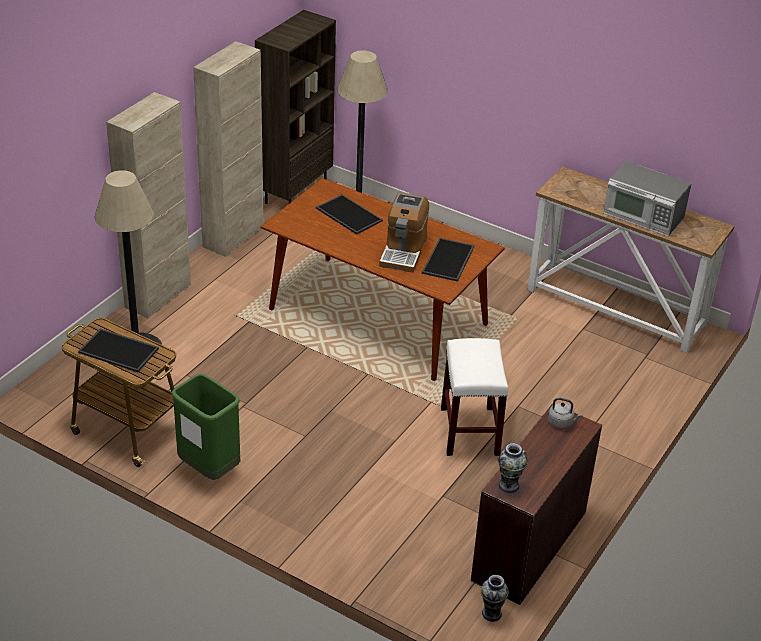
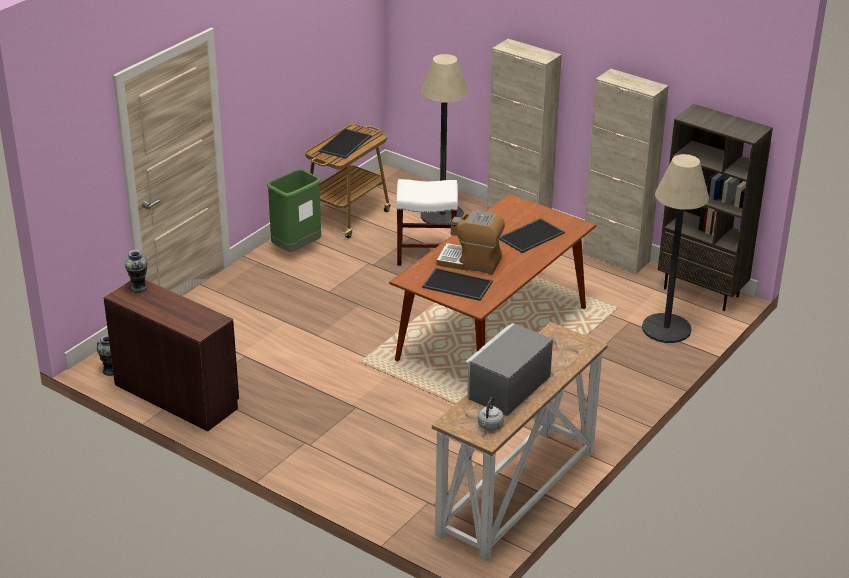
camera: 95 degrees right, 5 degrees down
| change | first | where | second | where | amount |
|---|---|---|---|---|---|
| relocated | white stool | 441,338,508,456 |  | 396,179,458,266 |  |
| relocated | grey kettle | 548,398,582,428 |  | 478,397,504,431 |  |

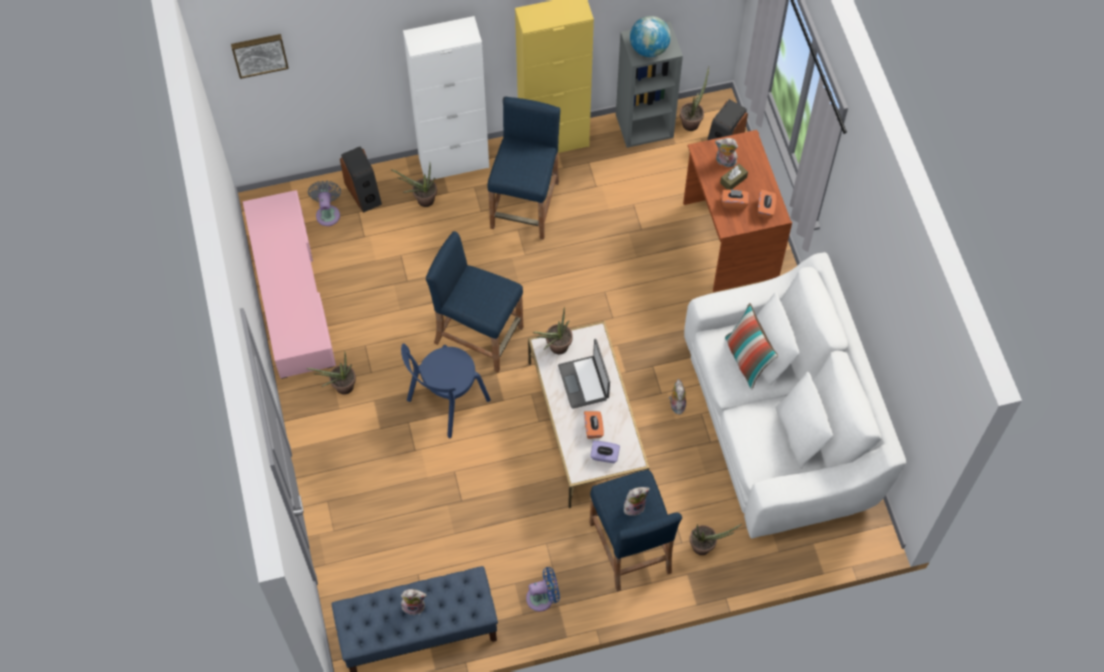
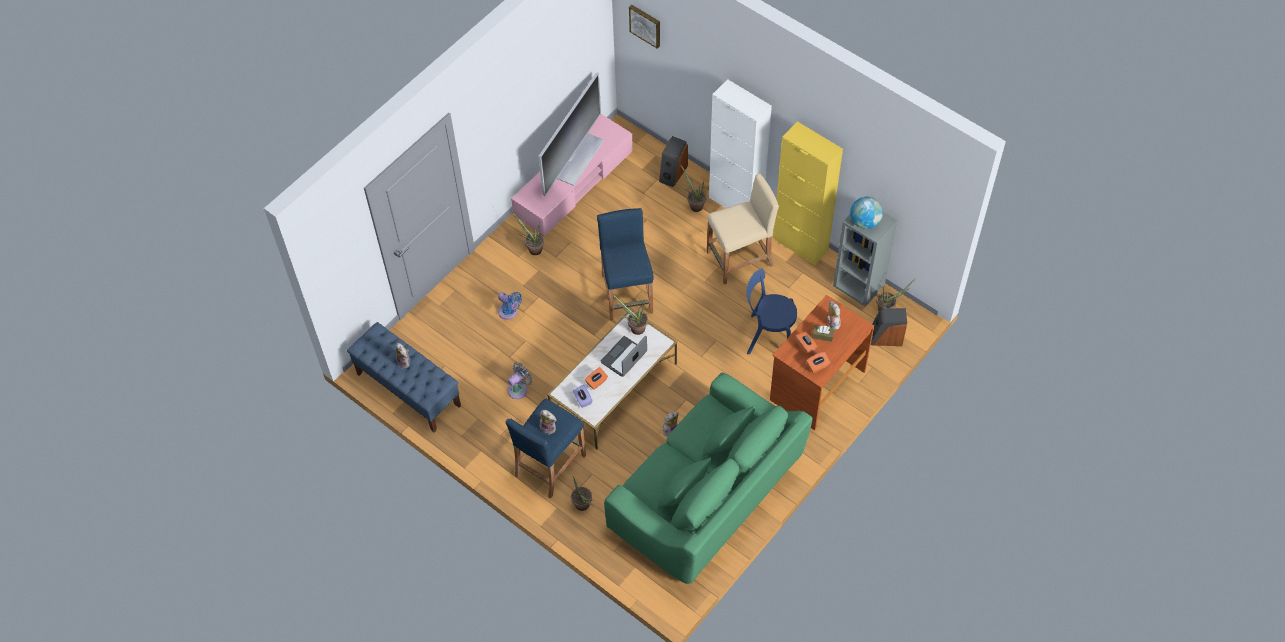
camera: 55 degrees right, 5 degrees down
| change | first | where | second | where | amount |
|---|---|---|---|---|---|
| colour | blue stool | 487,97,560,240 | beige stool | 707,173,779,284 |  |
| relocated | grey fan | 308,181,341,226 |  | 508,362,532,399 |  |
| colour | white sofa | 684,252,906,539 | green sofa | 604,373,813,584 |  |
| missing | pillow | 725,303,778,389 |  |  |  |
| relocated | blue chair | 401,344,491,439 |  | 747,269,797,354 |  |
| relocated | blue fan | 526,567,560,612 |  | 498,292,522,320 |  |
| appeared |  |  | television | 538,73,604,197 |  |

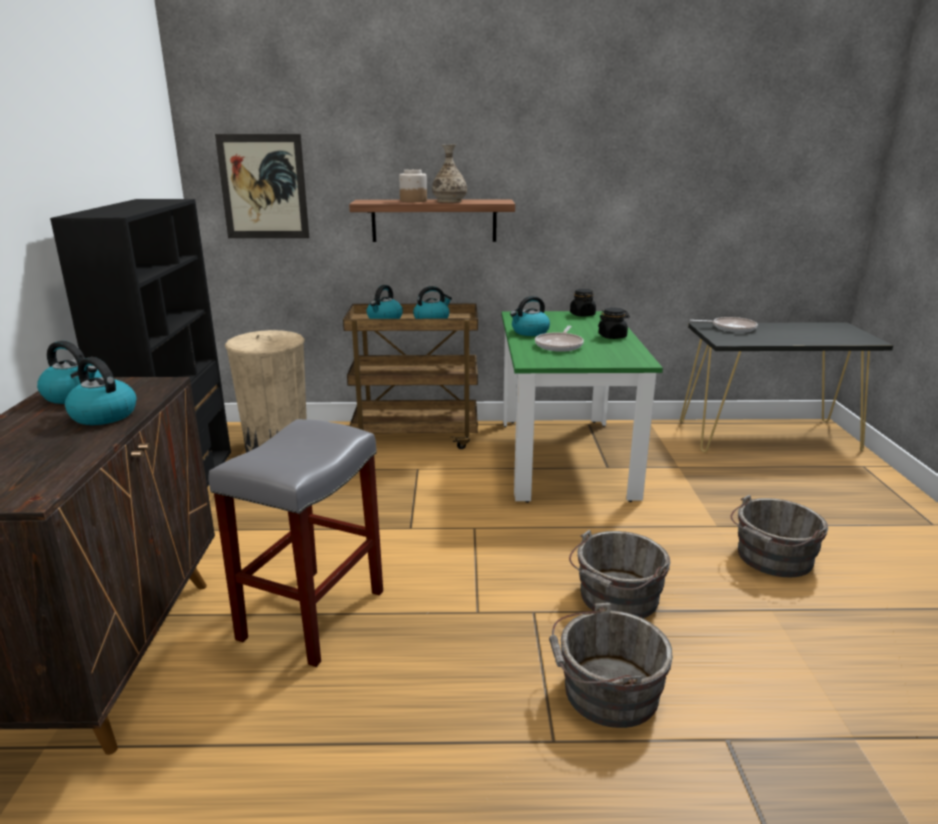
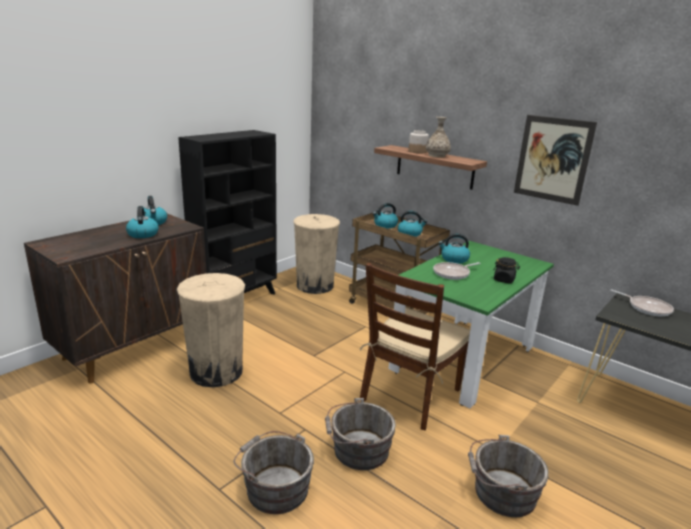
camera: 40 degrees right, 0 degrees up
| change | first | where | second | where | amount |
|---|---|---|---|---|---|
| relocated | picture | 215,134,309,238 |  | 514,115,597,206 |  |
| missing | black jar | 570,289,596,317 |  |  |  |
| exchanged | grey stool | 209,419,383,667 | beige trash can | 177,273,245,387 |  |
| appeared |  |  | brown chair | 360,263,470,431 |  |

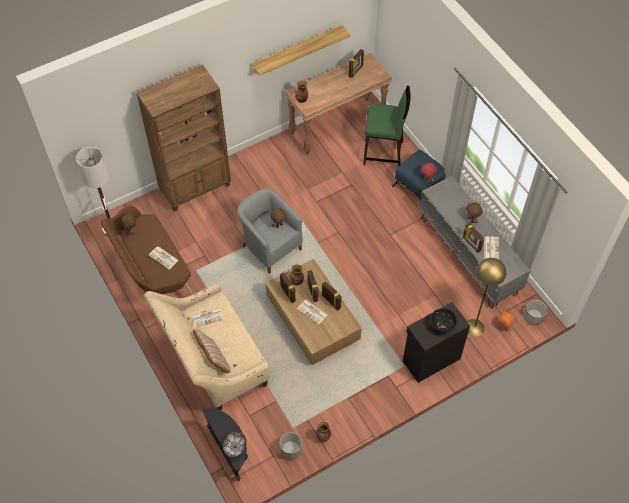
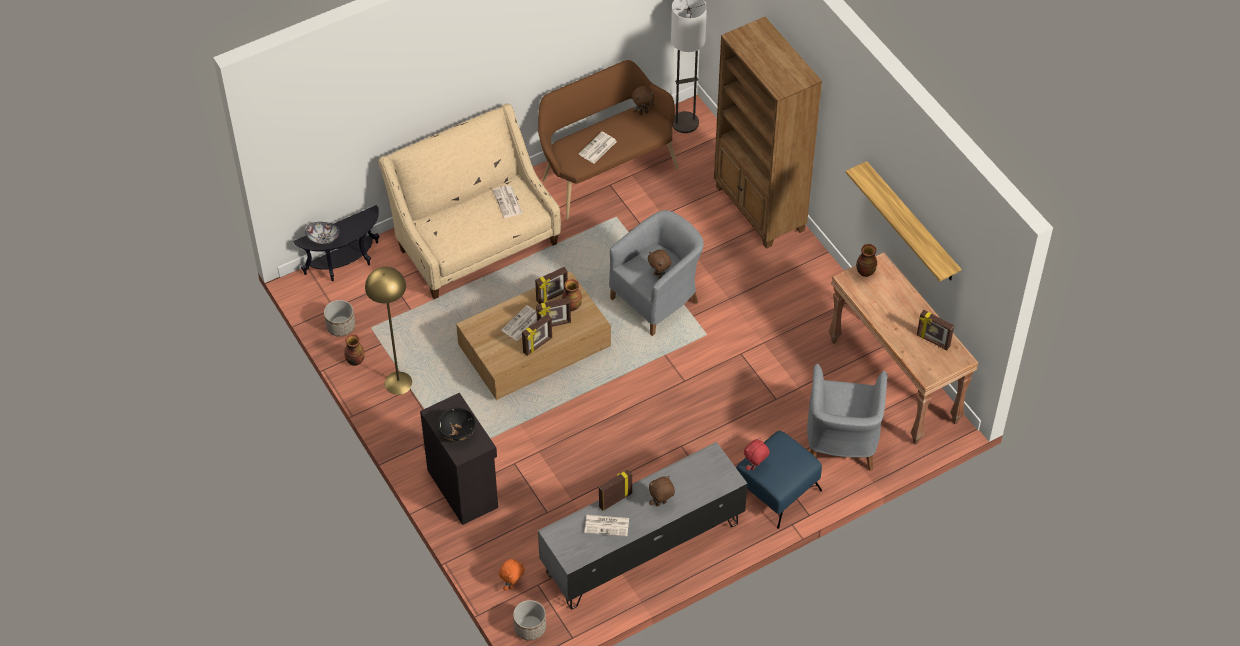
camera: 90 degrees right, 5 degrees down
| change | first | where | second | where | amount |
|---|---|---|---|---|---|
| exchanged | green stool | 363,86,410,166 | grey armchair | 807,364,888,471 |  |
| relocated | yellow floor lamp | 467,258,507,337 |  | 365,267,412,395 |  |
| missing | beige pillow | 193,329,231,373 |  |  |  |

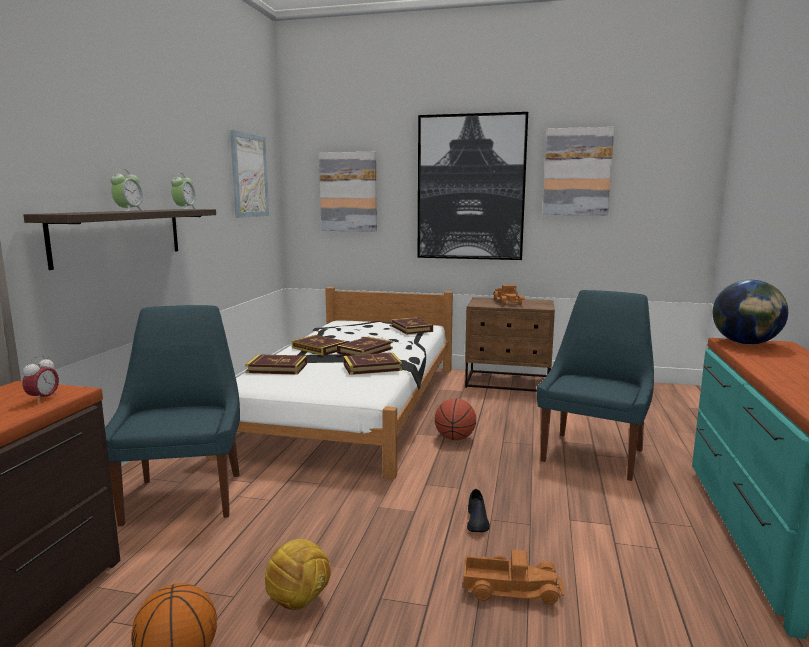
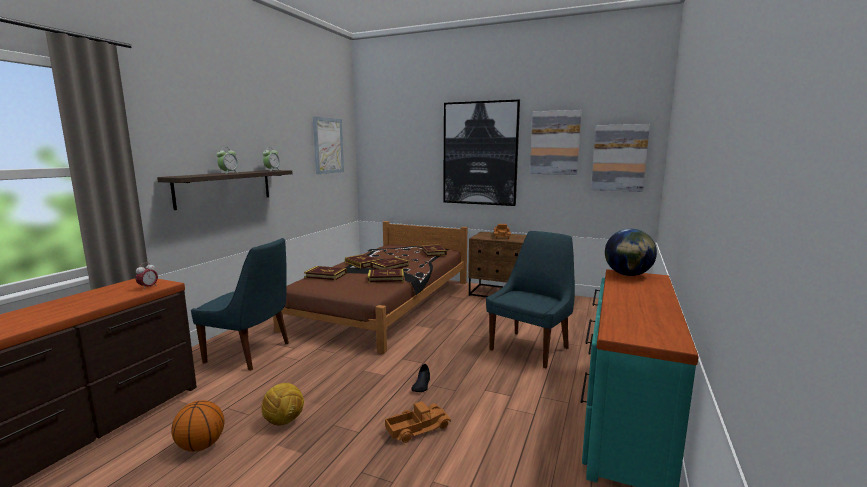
camera: 10 degrees right, 0 degrees up
| change | first | where | second | where | amount |
|---|---|---|---|---|---|
| relocated | picture | 319,152,377,232 |  | 591,124,650,192 |  |
| colour | white bed | 206,287,453,480 | brown bed | 273,221,467,354 |  |
| spun | blue chair | 105,305,240,526 |  | 191,238,289,371 | 105 degrees clockwise |
| missing | basketball | 435,398,476,441 |  |  |  |
| spun | toy truck | 463,550,564,605 |  | 385,401,451,443 | 45 degrees counterclockwise |

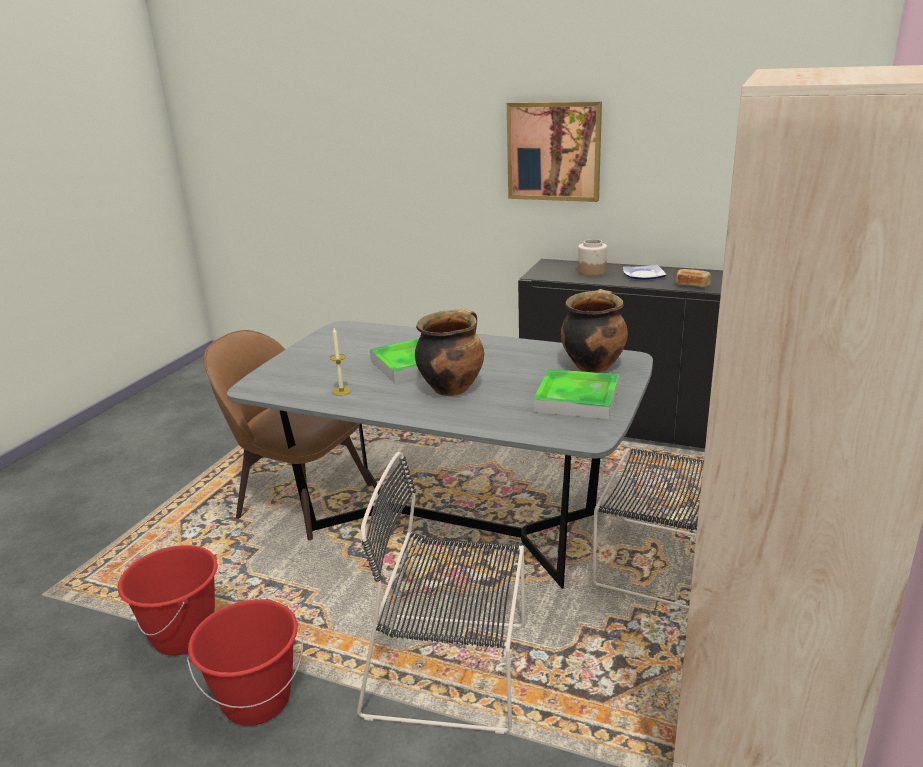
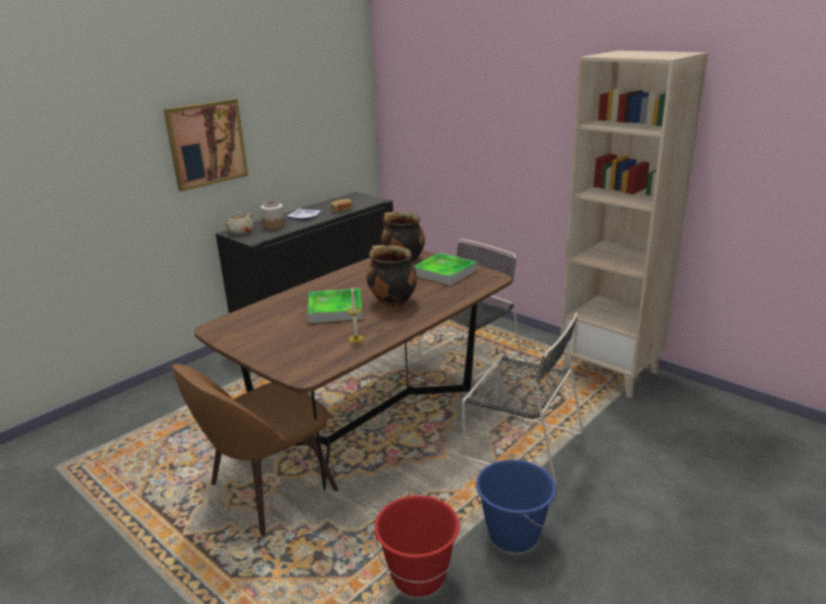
camera: 70 degrees left, 0 degrees up
| change | first | where | second | where | amount |
|---|---|---|---|---|---|
| colour | grey dining table | 227,321,653,589 | brown dining table | 194,250,512,490 |  |
| spun | black chair | 357,452,525,734 |  | 462,313,584,485 | 90 degrees counterclockwise |
| colour | red bucket | 187,599,303,726 | blue bucket | 476,460,556,552 |  |
| appeared |  |  | beige teapot | 224,212,253,235 |  |

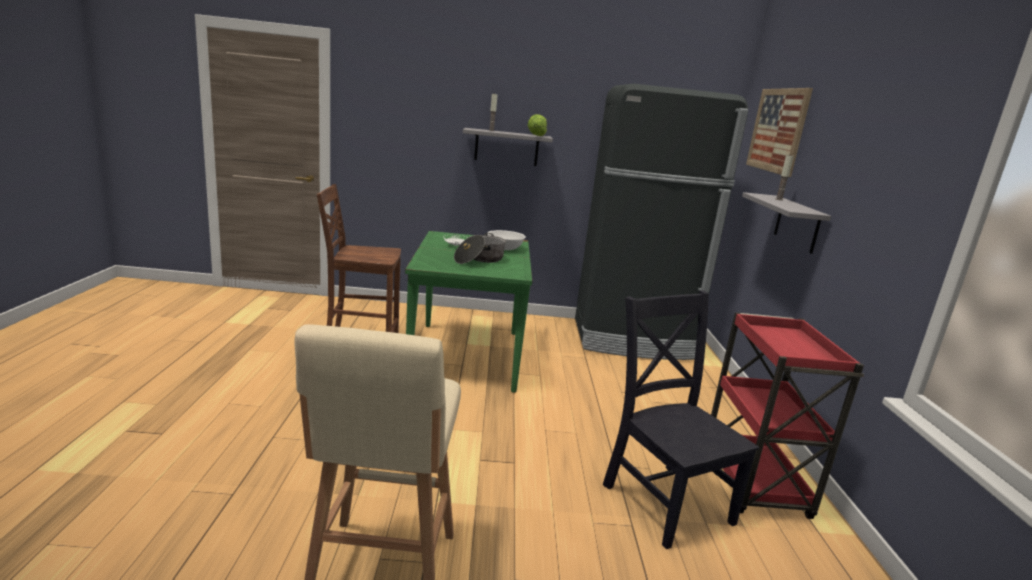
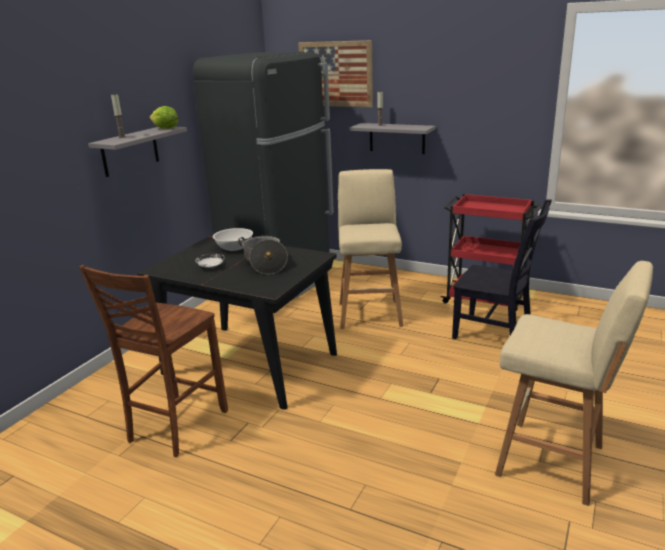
camera: 60 degrees left, 5 degrees up
| change | first | where | second | where | amount |
|---|---|---|---|---|---|
| colour | green dining table | 405,231,532,393 | black dining table | 137,235,337,410 |  |
| spun | black chair | 603,290,759,549 |  | 452,199,552,339 | 150 degrees counterclockwise |
| appeared |  |  | beige stool | 338,169,403,329 |  |

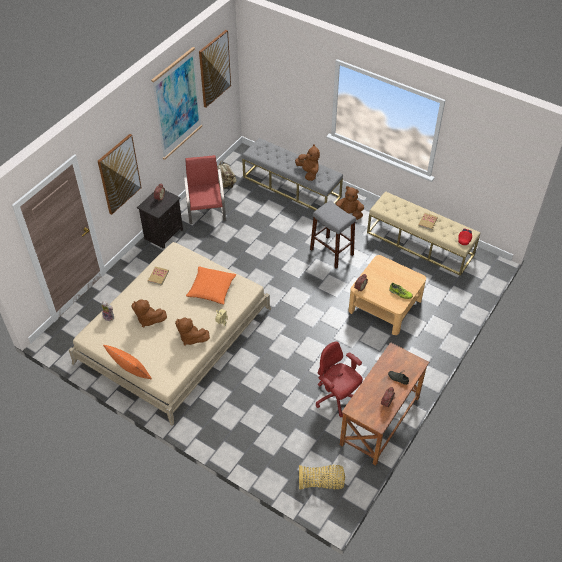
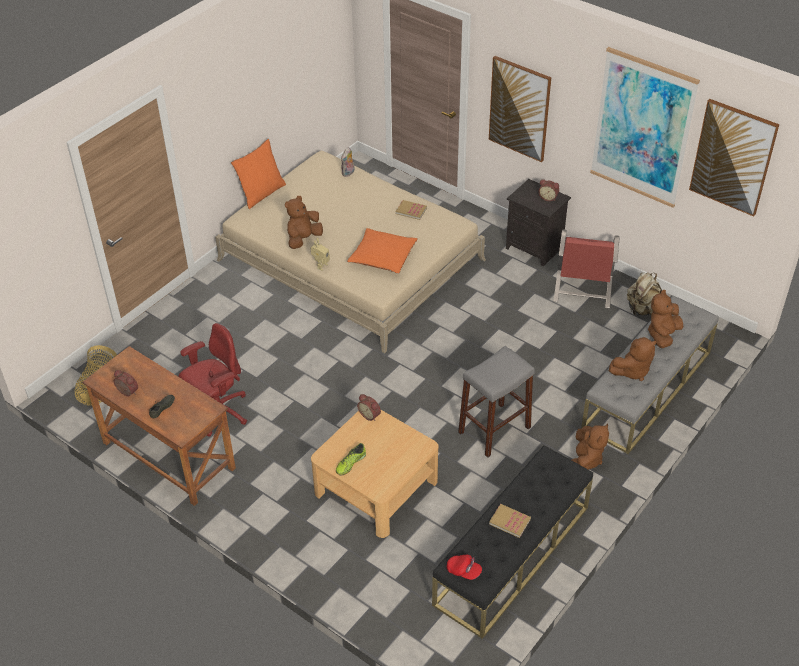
camera: 95 degrees right, 5 degrees down
| change | first | where | second | where | amount |
|---|---|---|---|---|---|
| spun | red chair | 184,155,226,224 |  | 553,230,619,308 | 105 degrees clockwise |
| colour | beige bench | 367,191,480,276 | black bench | 432,445,593,639 |  |
| relocated | brown plush toy | 132,299,167,327 |  | 648,290,683,348 |  |

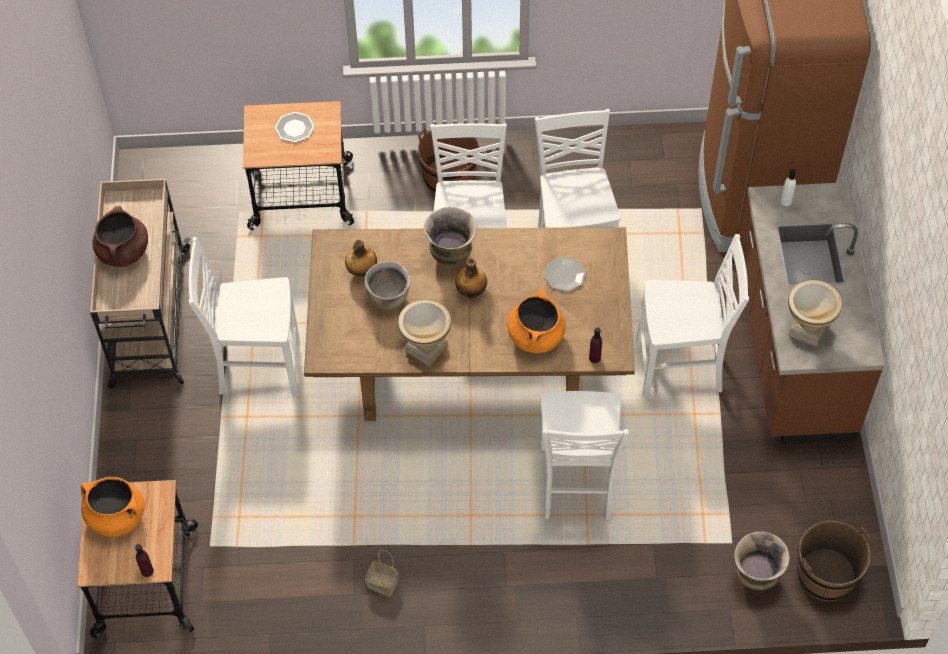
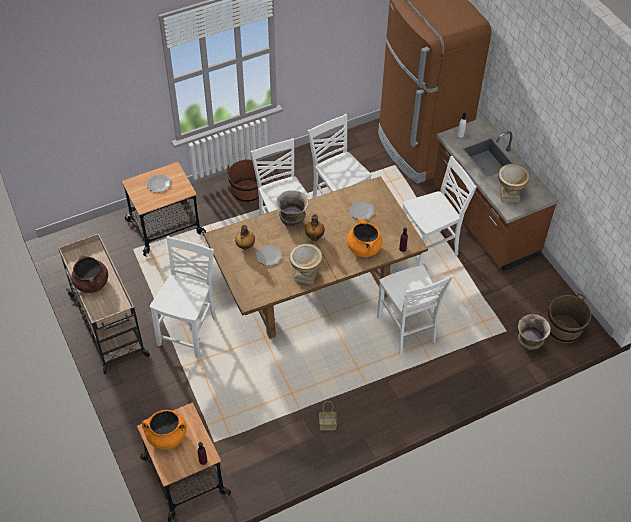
camera: 25 degrees left, 5 degrees down
| change | first | where | second | where | amount |
|---|---|---|---|---|---|
| spun | white chair | 189,237,299,397 |  | 150,236,217,358 | 135 degrees clockwise |
| exchanged | brown cooking pot | 365,261,410,310 | plate | 256,245,283,266 |  |

